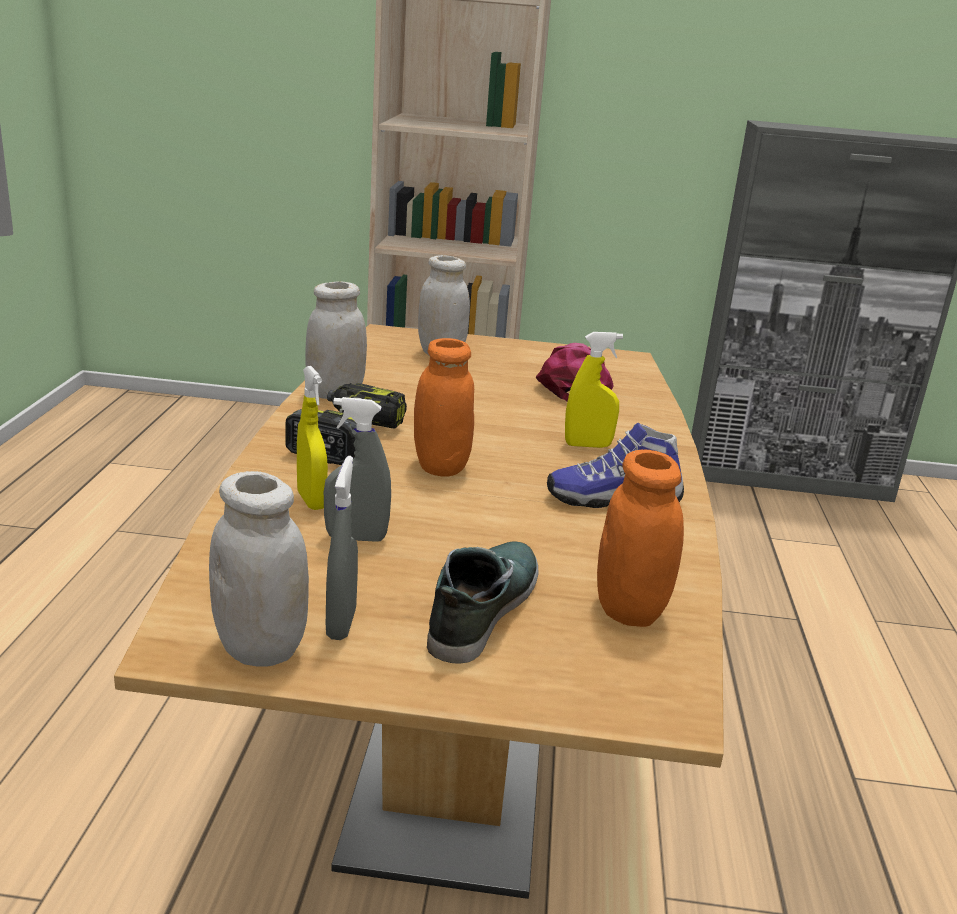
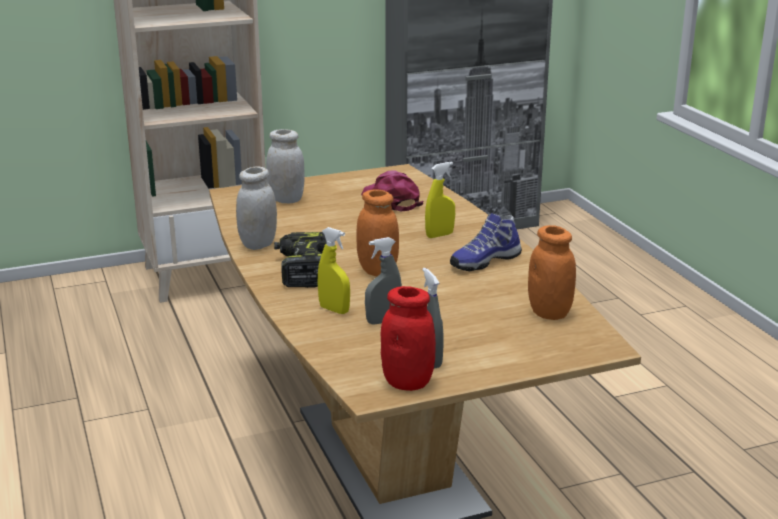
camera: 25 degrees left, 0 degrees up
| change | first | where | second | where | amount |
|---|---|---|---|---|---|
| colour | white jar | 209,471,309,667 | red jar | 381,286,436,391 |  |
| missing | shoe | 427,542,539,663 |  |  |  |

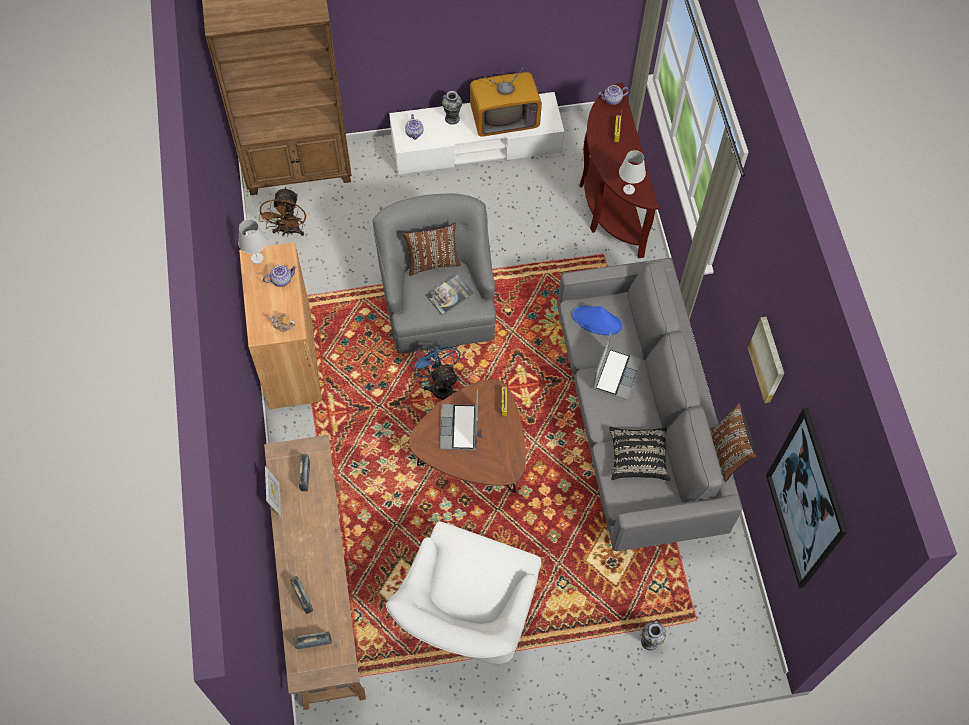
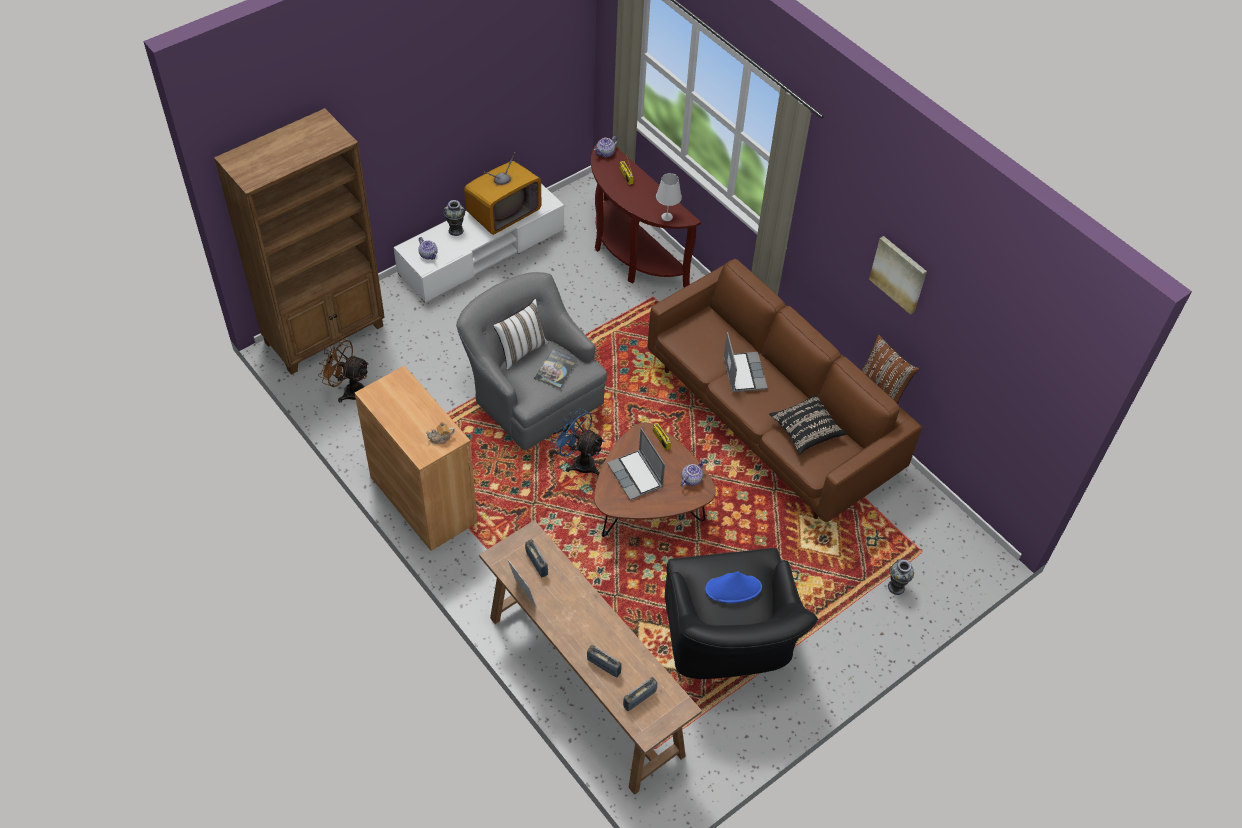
camera: 30 degrees left, 10 degrees down
| change | first | where | second | where | amount |
|---|---|---|---|---|---|
| spun | brown fan | 259,187,306,236 |  | 318,338,369,403 | 135 degrees clockwise |
| missing | white table lamp | 238,219,267,264 |  |  |  |
| colour | brown pillow | 403,223,461,276 | white pillow | 493,299,549,370 |  |
| colour | grey sofa | 557,258,743,551 | brown sofa | 648,259,922,522 |  |
| relocated | teapot | 263,265,297,287 |  | 681,459,705,487 |  |
| relocated | blue hat | 573,305,622,335 |  | 705,572,762,603 |  |
| missing | picture | 766,408,848,588 |  |  |  |
| colour | white armchair | 386,521,541,664 | black armchair | 665,548,818,679 |  |

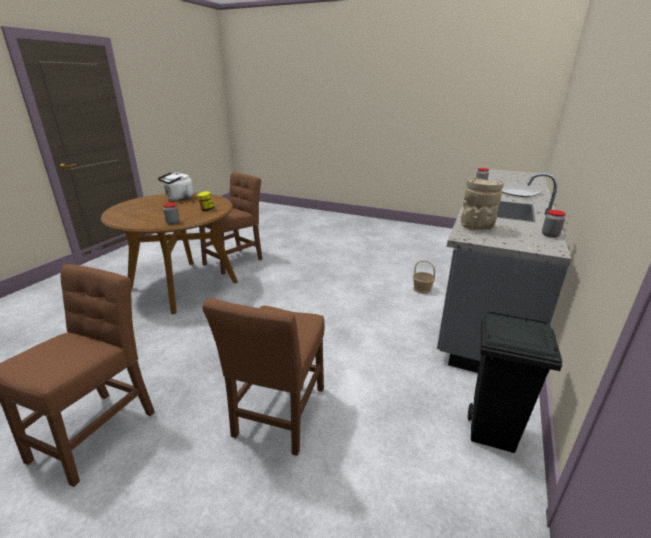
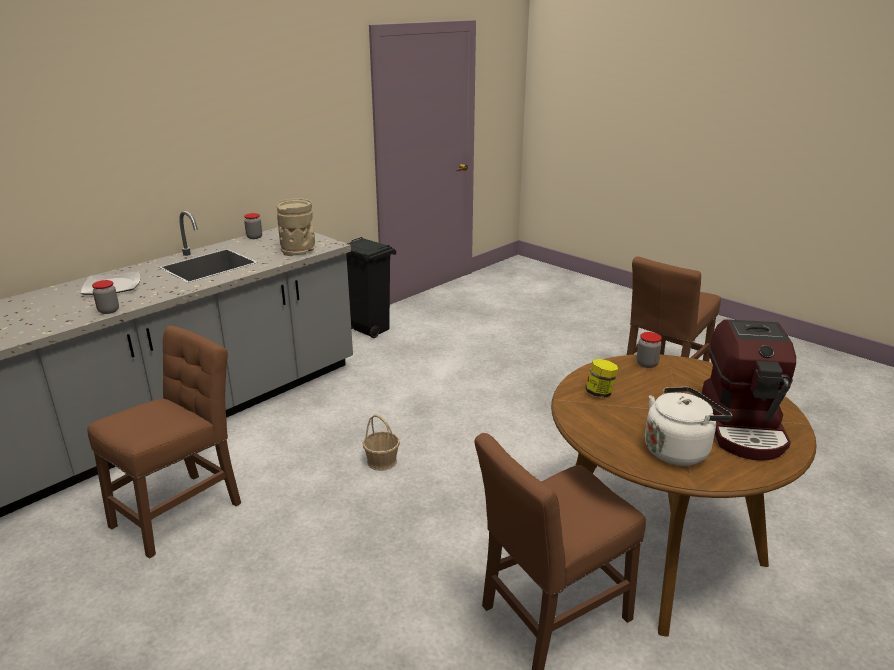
camera: 160 degrees left, 0 degrees up
| change | first | where | second | where | amount |
|---|---|---|---|---|---|
| relocated | basket | 413,260,435,294 |  | 363,415,400,471 |  |
| relocated | brown chair | 203,298,325,456 |  | 87,325,241,558 |  |
| appeared |  |  | coffee machine | 702,319,796,461 |  |

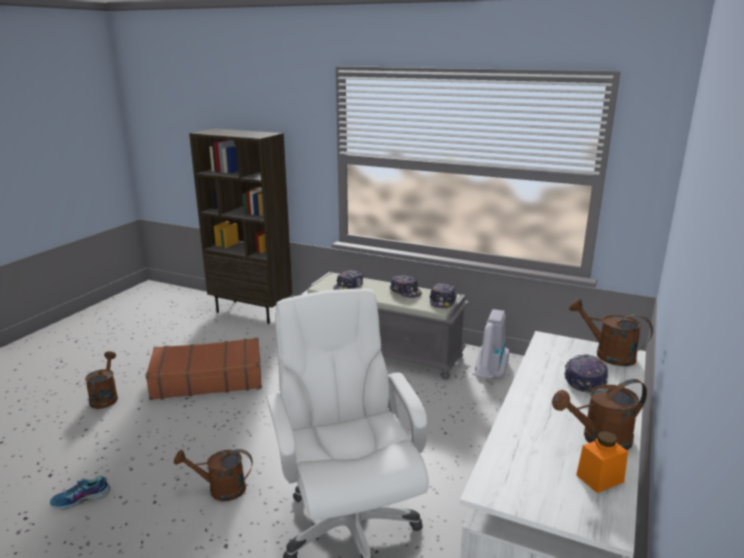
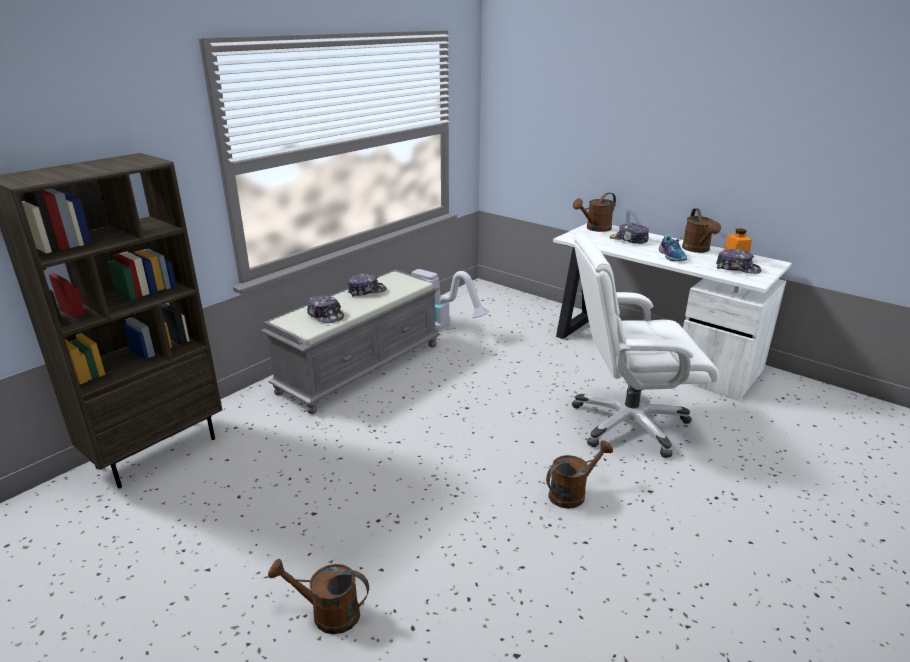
camera: 75 degrees left, 5 degrees up
| change | first | where | second | where | amount |
|---|---|---|---|---|---|
| relocated | cap | 429,283,457,308 |  | 716,249,762,274 |  |
| missing | brown suitcase | 145,338,262,400 |  |  |  |
| spun | brown watering can | 174,449,253,501 |  | 546,440,613,509 | 135 degrees counterclockwise |
| relocated | shoe | 50,476,110,510 |  | 659,235,687,261 |  |

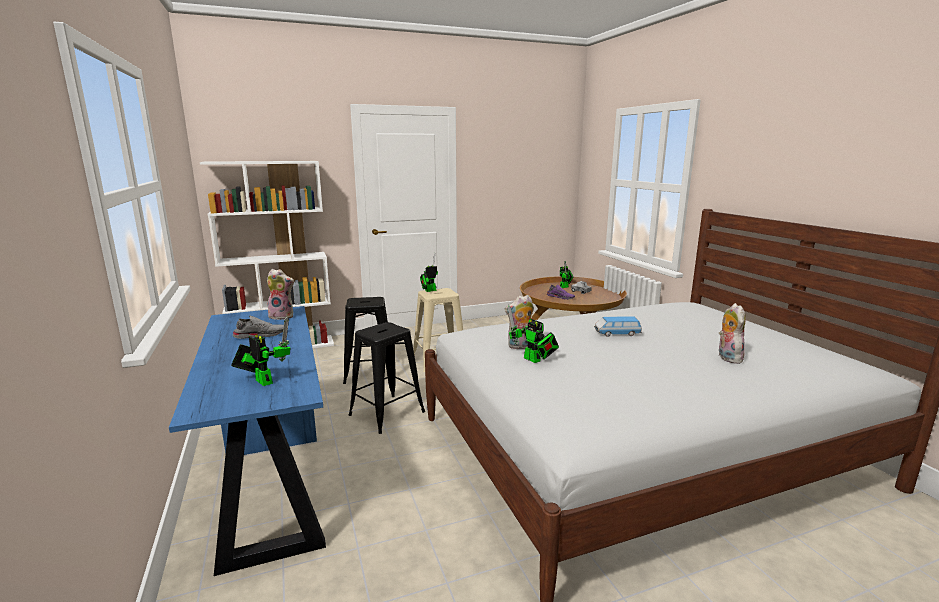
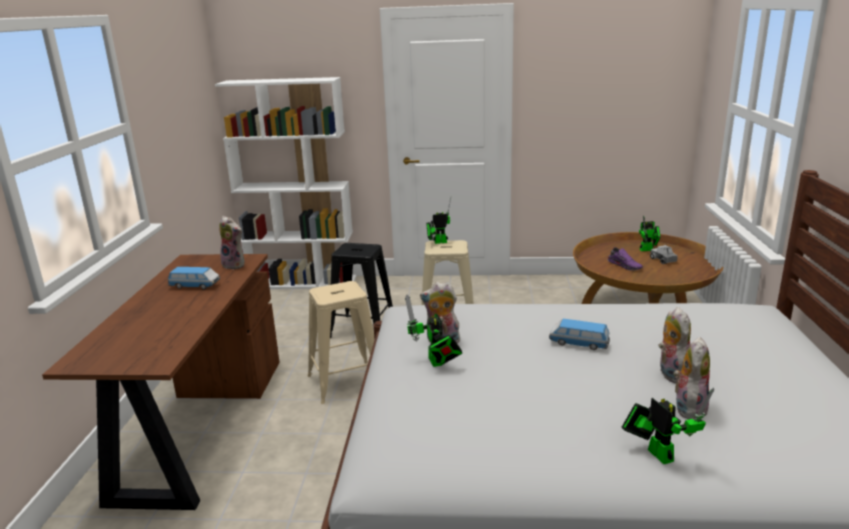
camera: 25 degrees right, 5 degrees up
| change | first | where | second | where | amount |
|---|---|---|---|---|---|
| colour | blue desk | 169,306,326,576 | brown desk | 42,254,280,510 |  |
| exchanged | grey shoe | 233,316,284,339 | toy car | 168,267,220,290 |  |
| relocated | toy robot | 231,317,290,386 |  | 622,387,714,464 |  |
| colour | black stool | 348,322,425,434 | beige stool | 308,281,375,404 |  |
| appeared |  |  | plush toy | 658,307,691,383 |  |

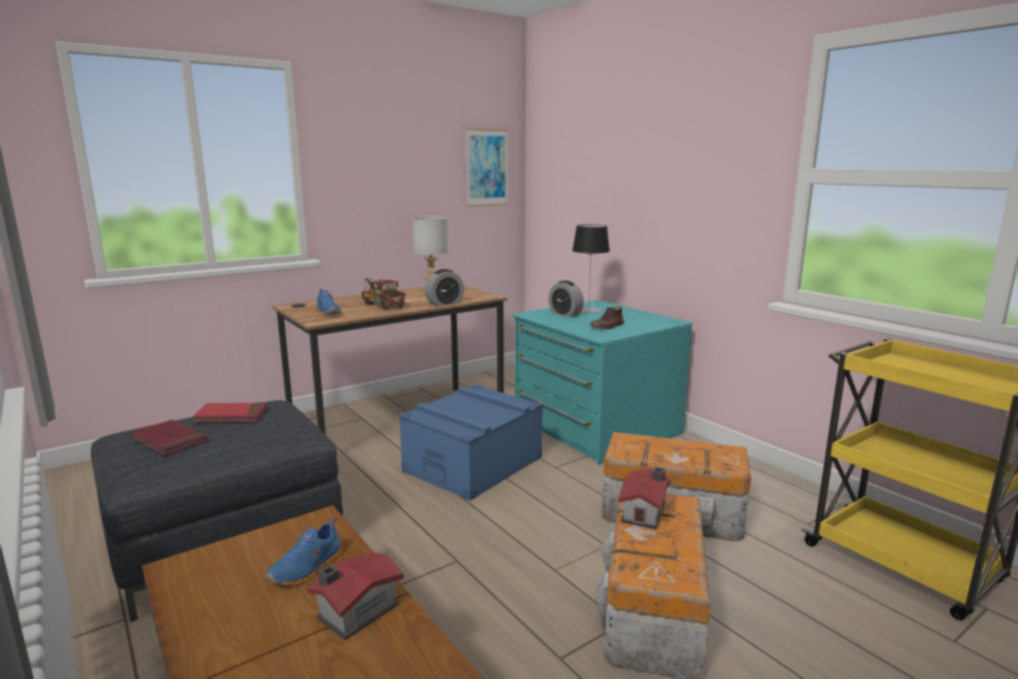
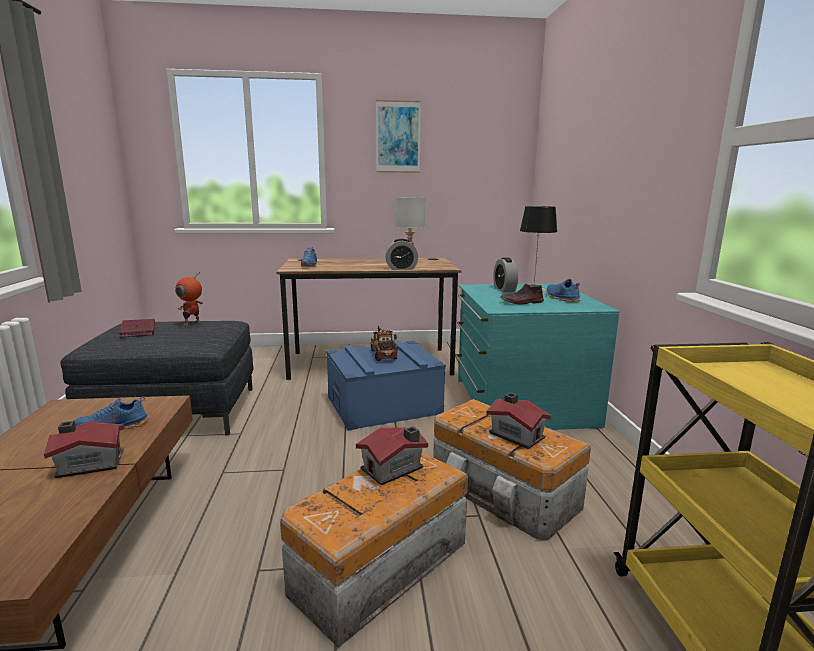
camera: 30 degrees right, 0 degrees up
| change | first | where | second | where | amount |
|---|---|---|---|---|---|
| relocated | picture | 466,128,508,206 |  | 376,100,421,173 |  |
| relocated | toy truck | 362,278,405,310 |  | 370,325,398,361 |  |
| exchanged | red book | 193,402,267,422 | toy robot | 175,272,203,326 |  |
| appeared |  |  | blue shoe | 546,279,581,302 |  |
| appeared |  |  | toy house | 486,392,552,449 |  |

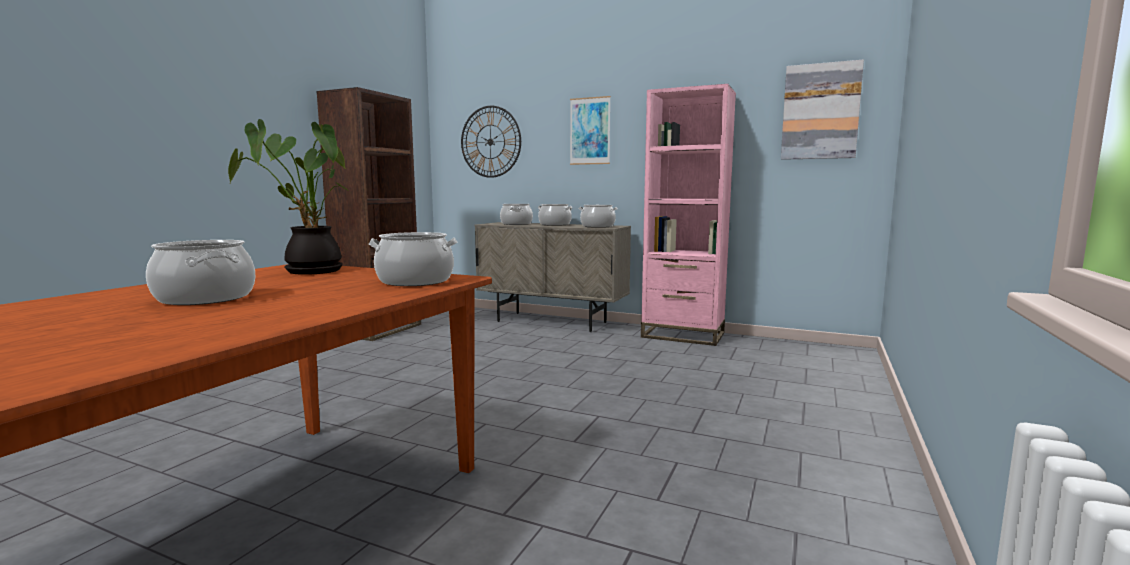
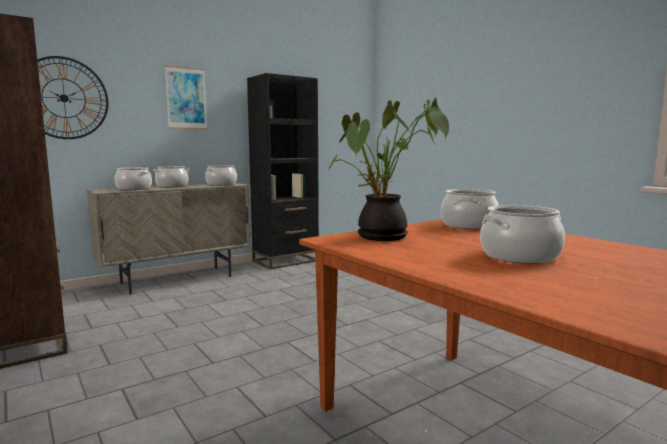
camera: 60 degrees left, 0 degrees up
| change | first | where | second | where | amount |
|---|---|---|---|---|---|
| missing | picture | 781,60,864,160 |  |  |  |
| colour | pink bookcase | 641,84,736,346 | black bookcase | 247,73,319,269 |  |

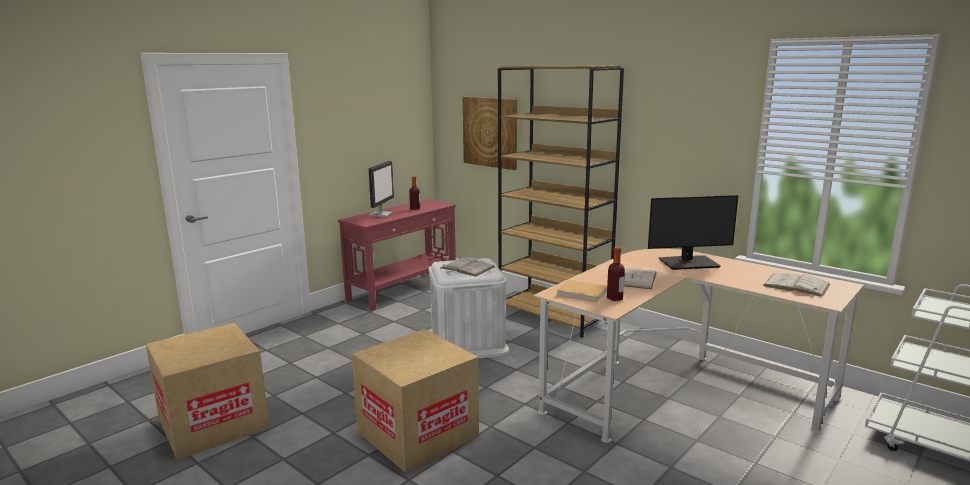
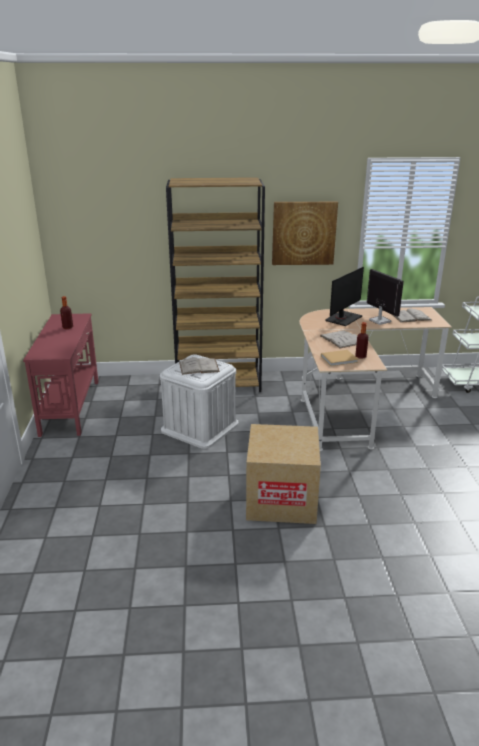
camera: 45 degrees left, 10 degrees up
| change | first | where | second | where | amount |
|---|---|---|---|---|---|
| relocated | picture | 463,97,517,170 |  | 272,202,338,265 |  |
| relocated | monitor | 369,161,394,217 |  | 367,269,404,325 |  |
| missing | cardboard box | 146,323,269,460 |  |  |  |

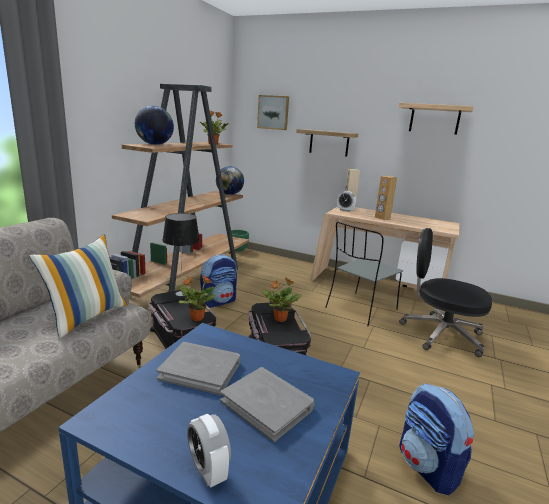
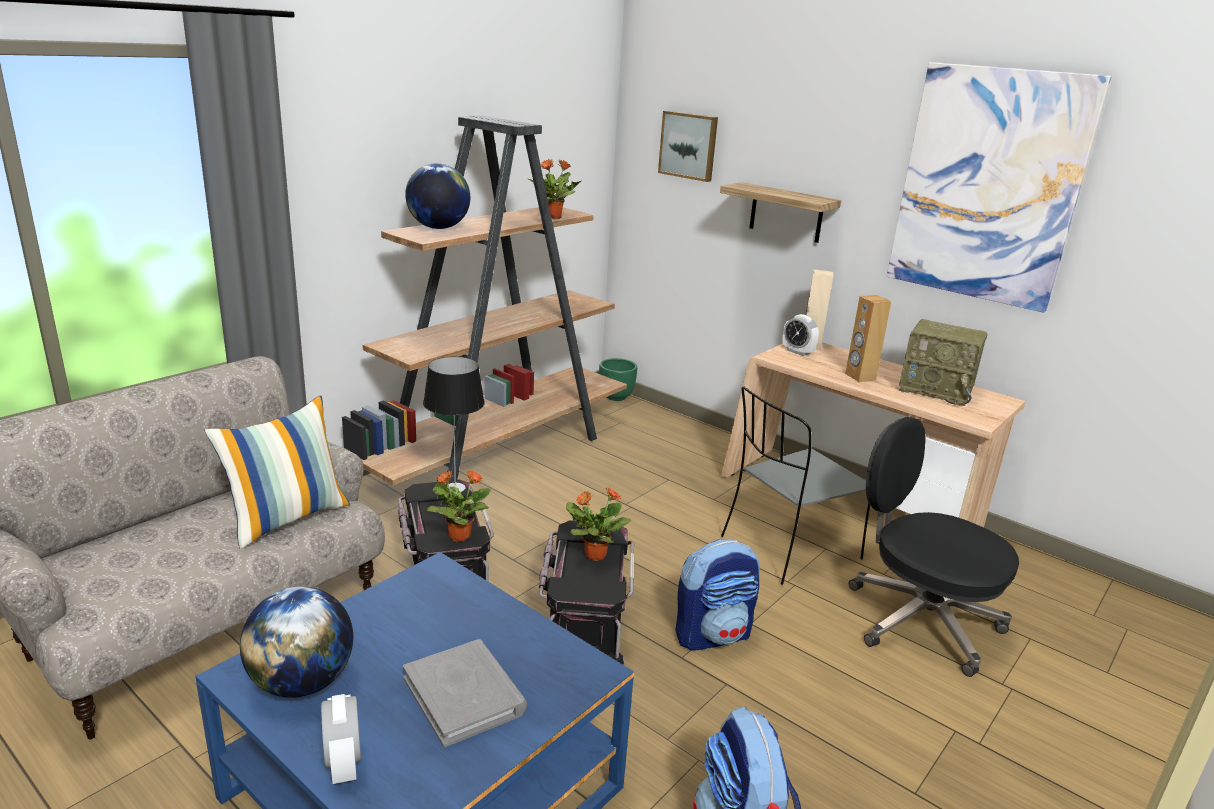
camera: 15 degrees right, 5 degrees up
| change | first | where | second | where | amount |
|---|---|---|---|---|---|
| exchanged | shelf | 399,103,474,135 | picture | 887,62,1112,313 |  |
| relocated | globe | 216,166,244,195 |  | 240,586,353,698 |  |
| relocated | backpack | 200,254,237,308 |  | 675,539,760,651 |  |
| missing | grey book | 157,342,241,395 |  |  |  |
| appeared |  |  | radio | 899,319,987,406 |  |

